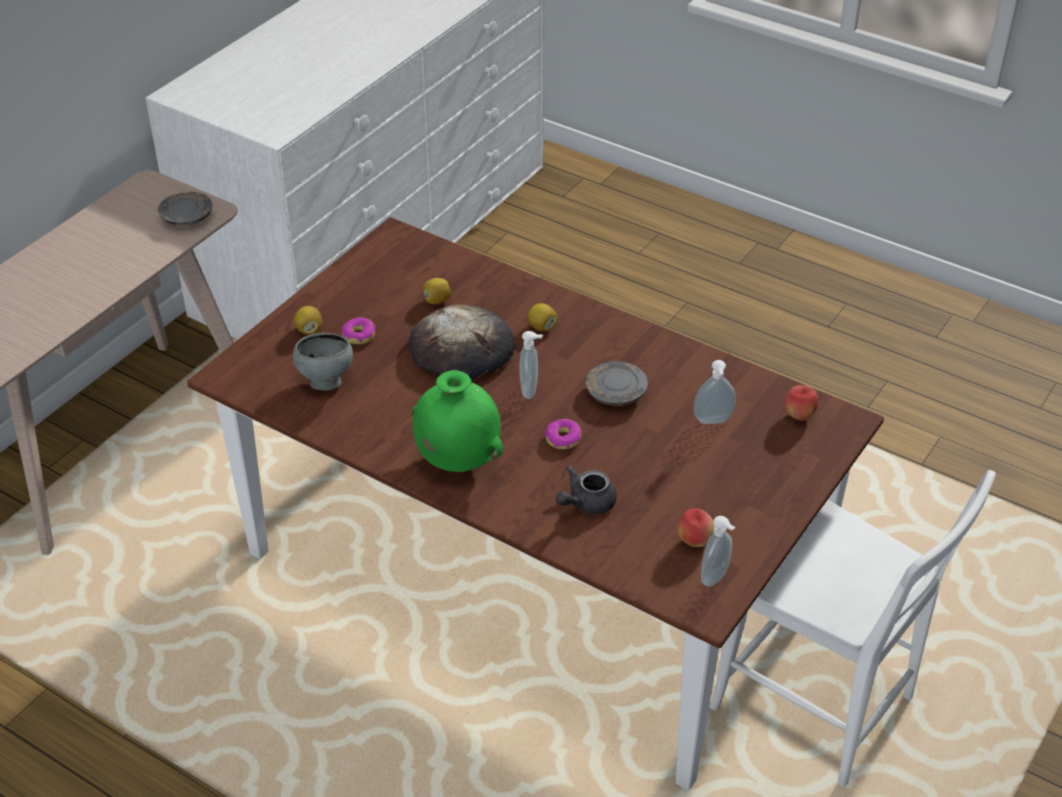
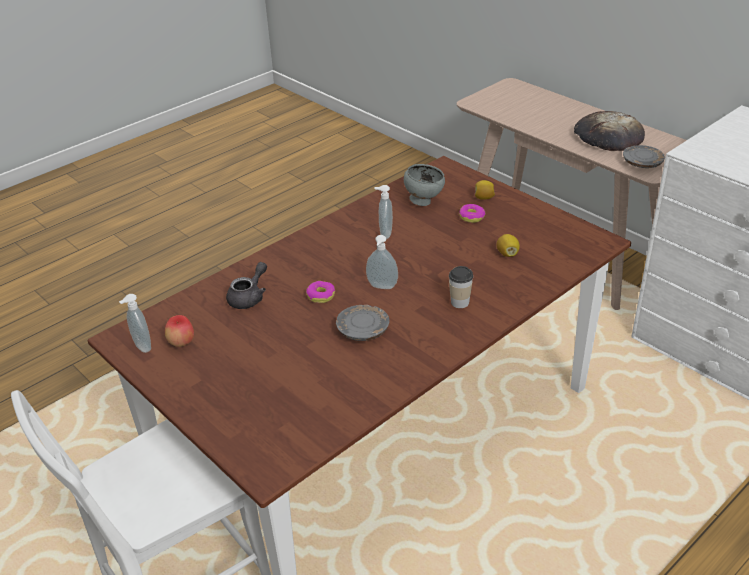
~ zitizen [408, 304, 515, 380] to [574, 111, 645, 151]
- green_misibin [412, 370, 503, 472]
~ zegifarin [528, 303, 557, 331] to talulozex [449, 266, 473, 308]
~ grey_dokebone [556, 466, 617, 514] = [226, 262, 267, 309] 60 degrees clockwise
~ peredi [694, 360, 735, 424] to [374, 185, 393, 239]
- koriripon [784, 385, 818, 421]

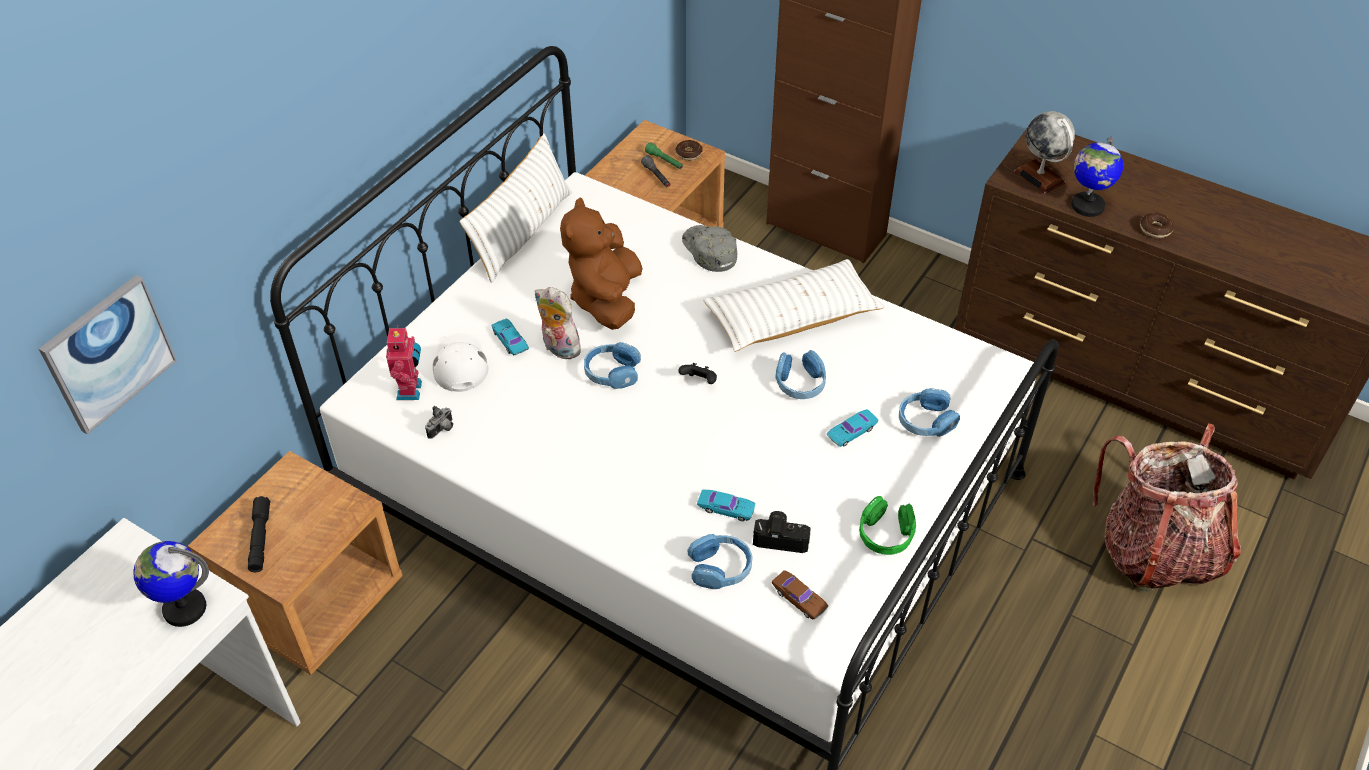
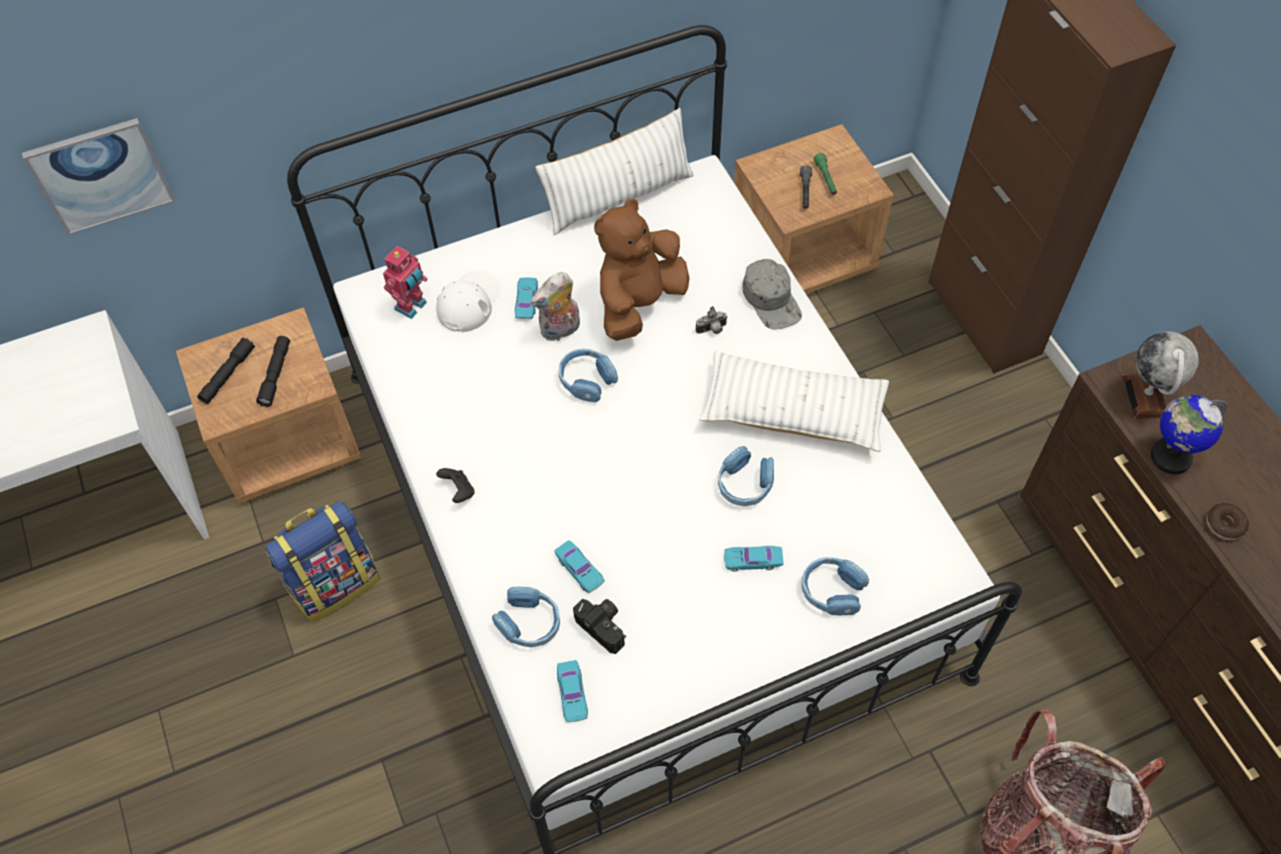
- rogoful [134, 541, 209, 627]
~ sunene [425, 406, 453, 439] to [696, 306, 728, 334]
~ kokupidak [535, 287, 581, 360] = [531, 272, 580, 341] 105 degrees counterclockwise
- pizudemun [676, 140, 703, 161]
~ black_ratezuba [678, 363, 717, 384] to [436, 468, 475, 503]
~ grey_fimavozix [682, 225, 737, 272] = [742, 259, 802, 330] 150 degrees clockwise
~ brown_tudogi [772, 570, 828, 619] to turquoise_tudogi [557, 660, 588, 722]
- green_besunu [859, 496, 916, 555]
+ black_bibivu [256, 336, 290, 407]
+ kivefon [266, 501, 380, 623]

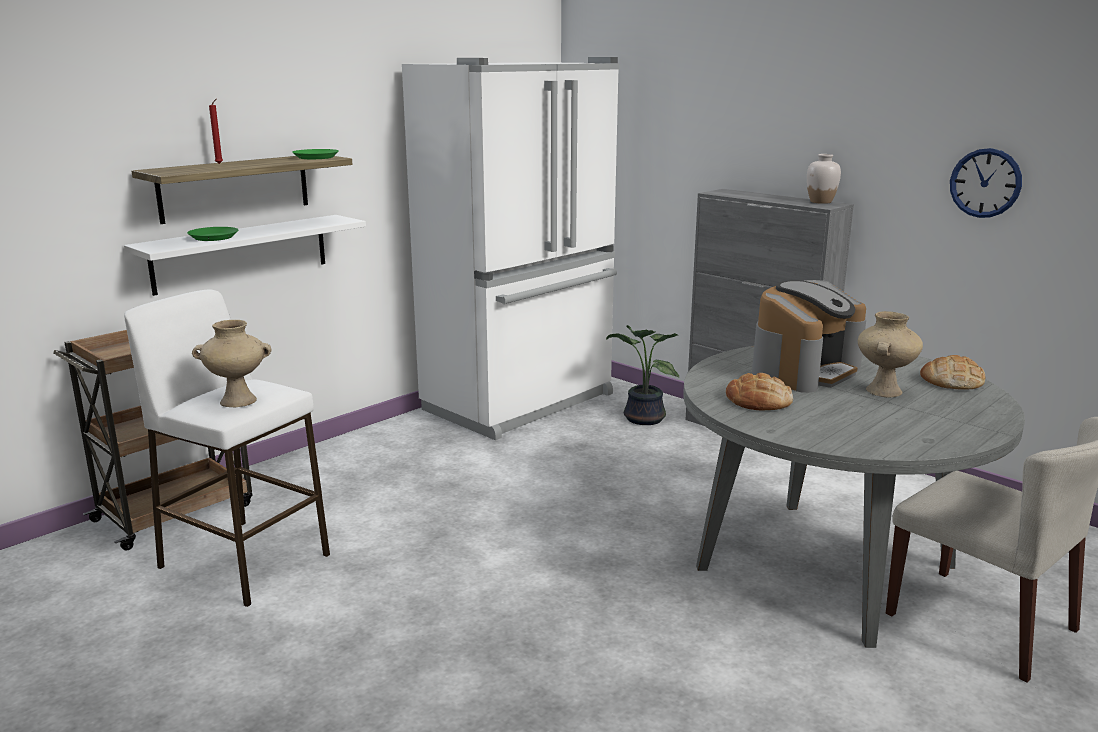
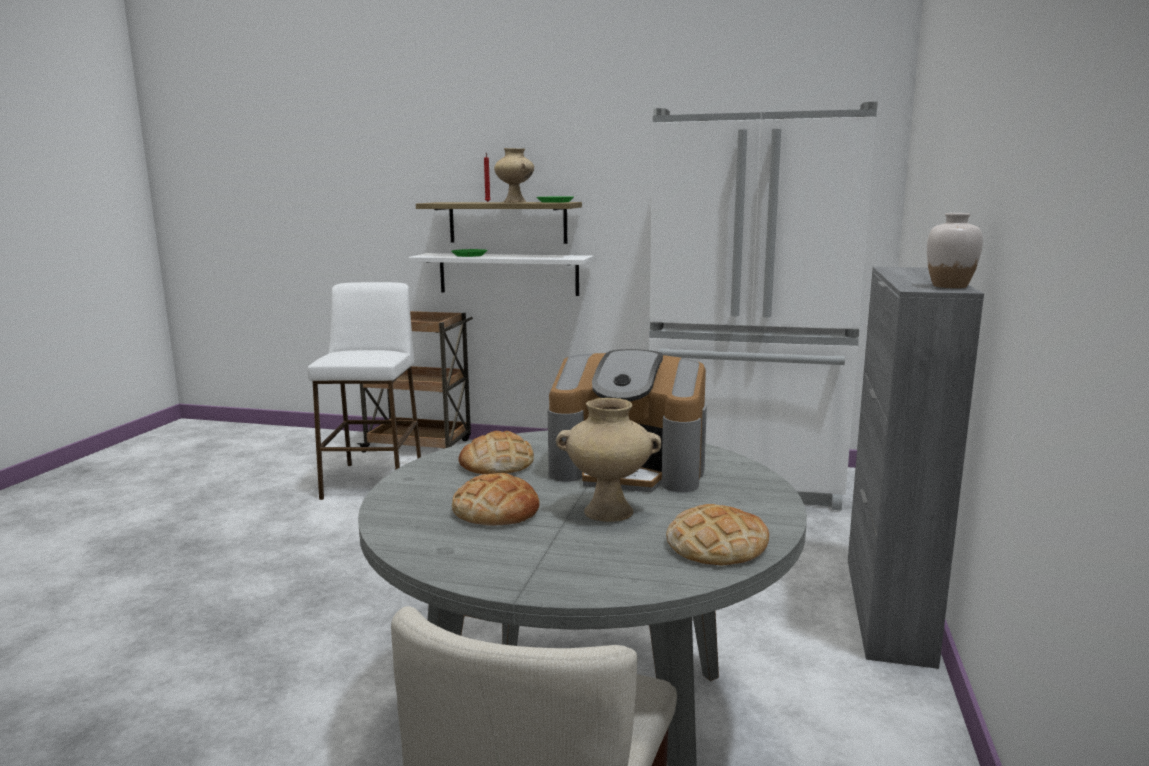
~ beige_misibin [192, 320, 271, 407] to [494, 148, 534, 202]
- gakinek [606, 325, 679, 425]
- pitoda [950, 148, 1022, 218]
+ zitizen [452, 473, 540, 526]

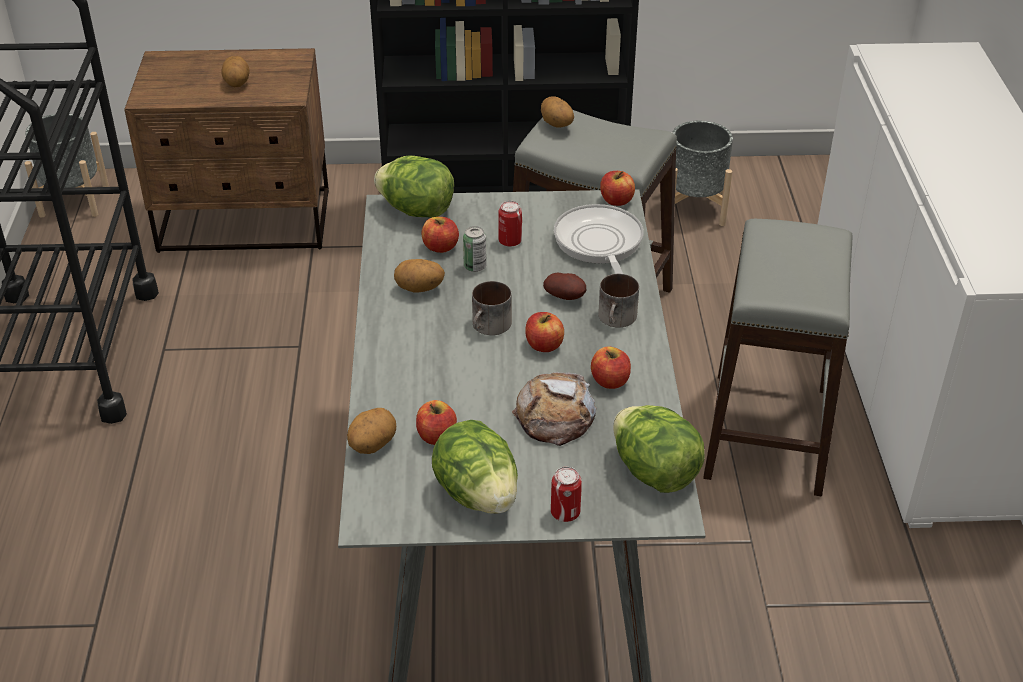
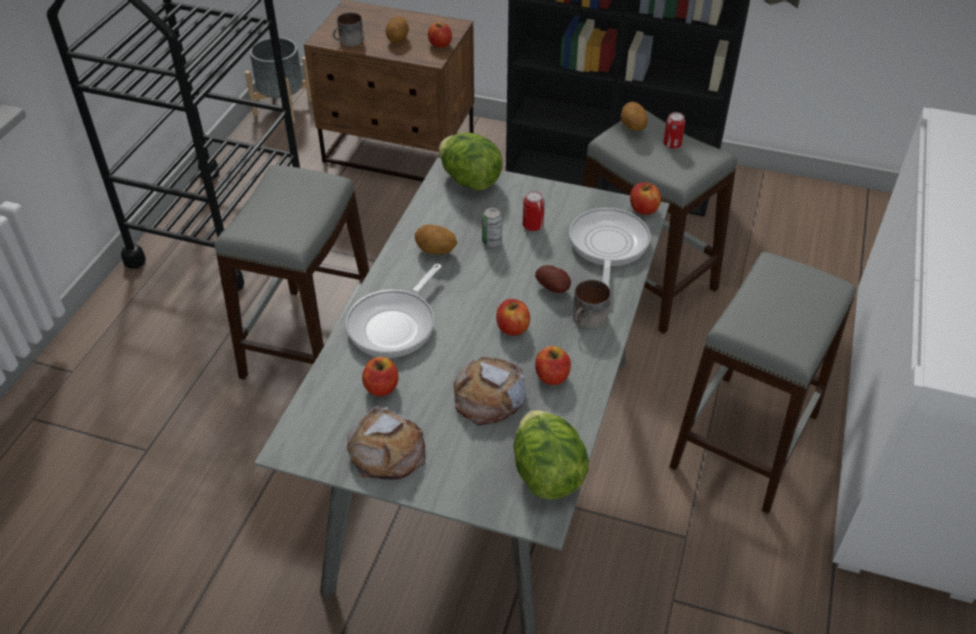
- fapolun [347, 408, 396, 454]
~ koriripon [422, 217, 459, 253] to [428, 23, 452, 48]
~ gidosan [432, 420, 518, 514] to zitizen [347, 406, 425, 480]
~ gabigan [472, 281, 512, 335] to [333, 13, 364, 46]
~ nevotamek [551, 467, 582, 522] to [663, 112, 685, 149]
- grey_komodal [672, 121, 733, 226]
+ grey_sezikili [214, 165, 369, 380]
+ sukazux [346, 264, 442, 358]

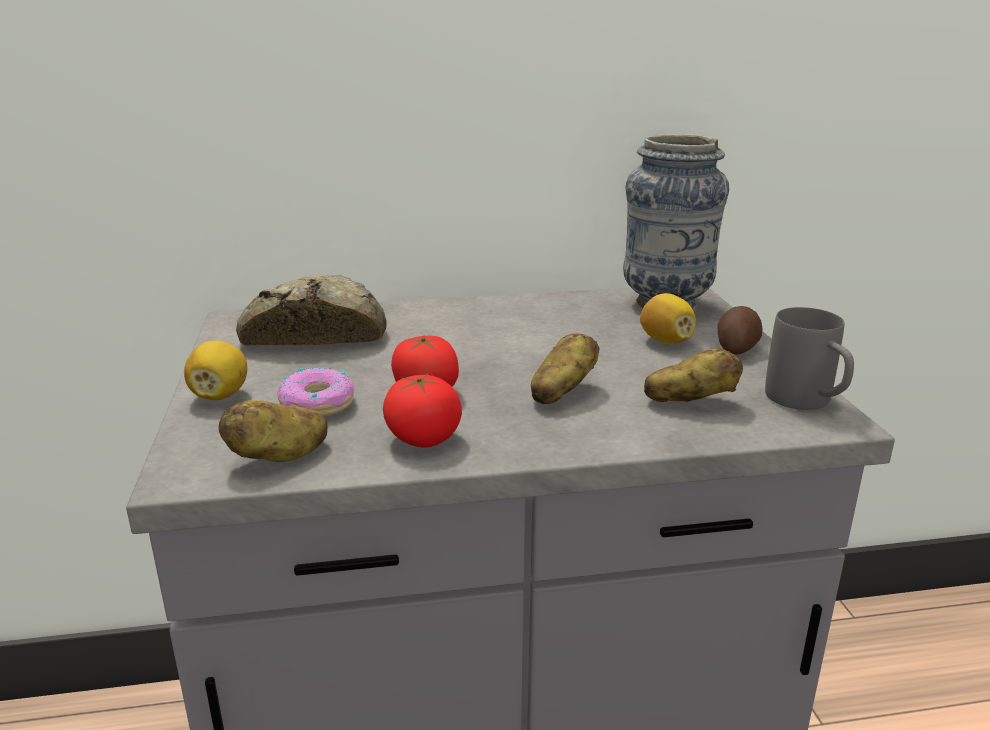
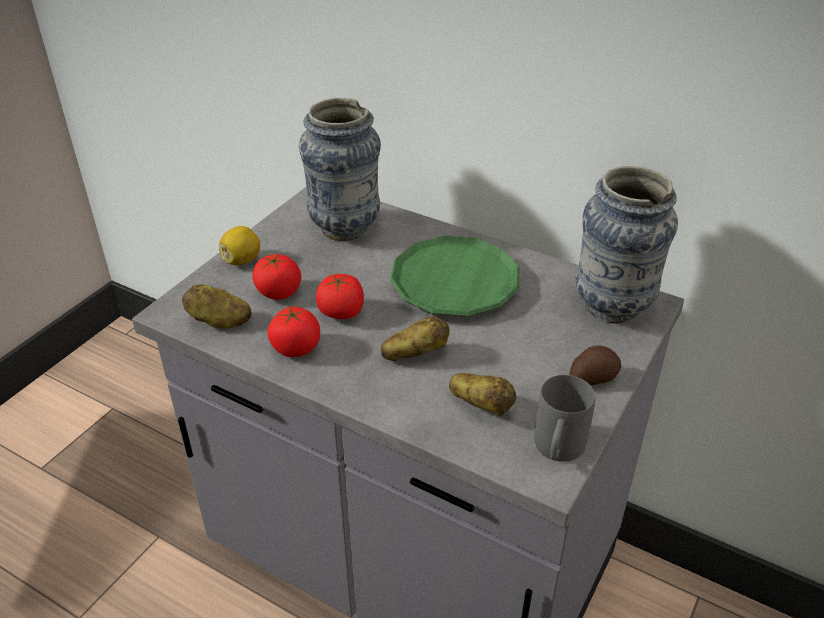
~ zitizen [236, 275, 387, 346] to misibin [299, 98, 381, 241]
~ pizudemun [277, 367, 354, 416] to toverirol [252, 254, 301, 300]
- zegifarin [640, 293, 696, 344]
+ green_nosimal [390, 236, 520, 317]

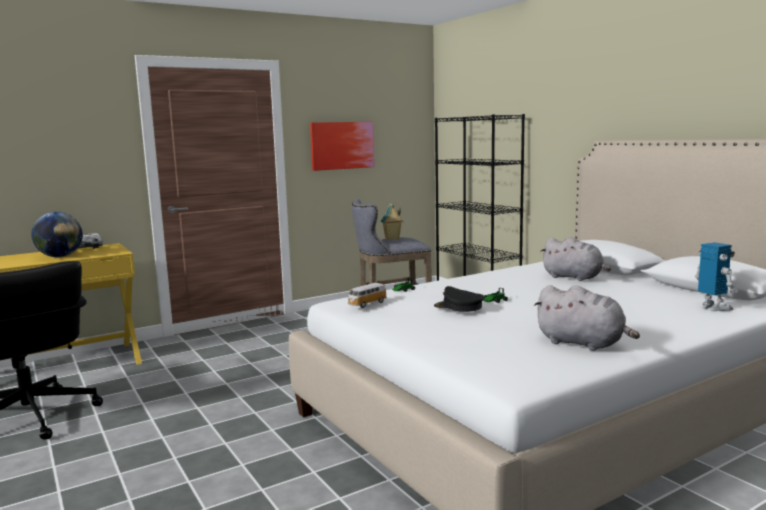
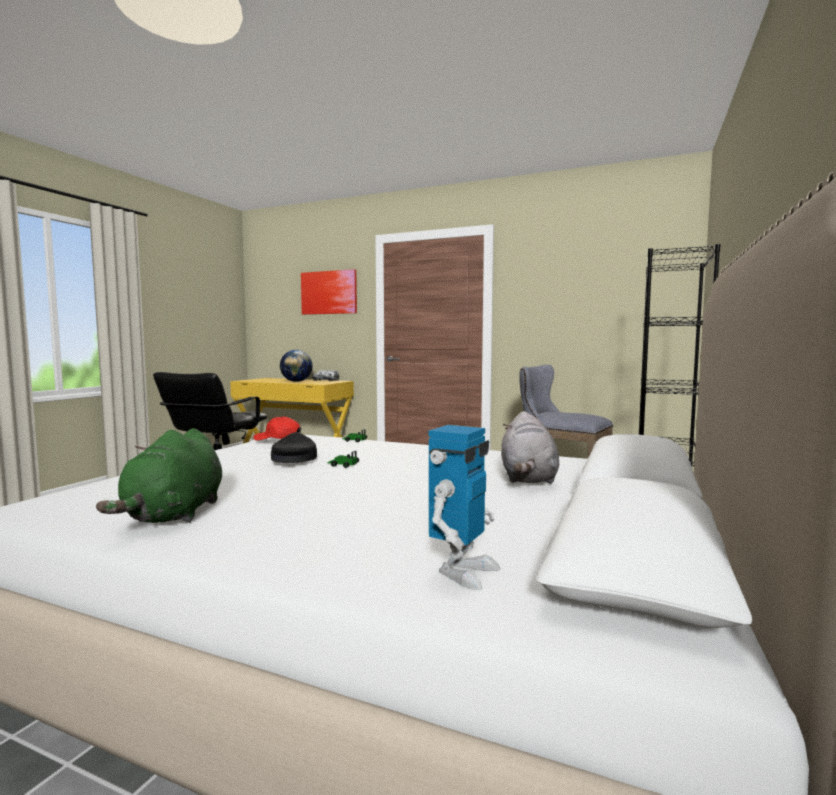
~ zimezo [310, 122, 374, 171] to [301, 269, 357, 315]
~ tudogi [348, 283, 387, 308] to red_fimavozix [253, 416, 301, 441]
- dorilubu [381, 203, 403, 240]
~ grey_kokupidak [534, 285, 640, 351] to green_kokupidak [96, 428, 222, 523]

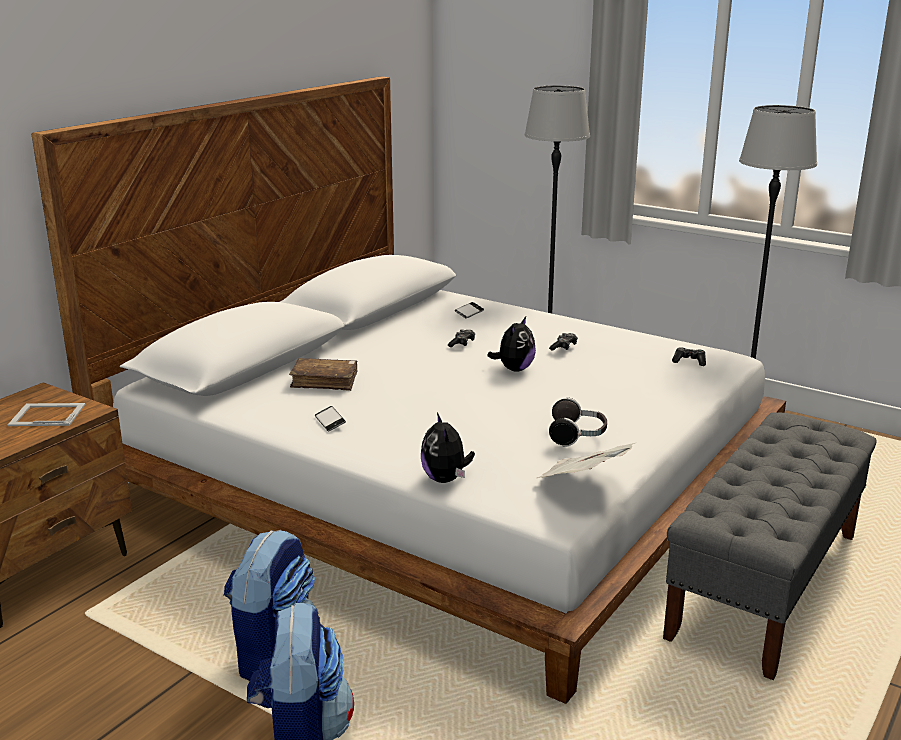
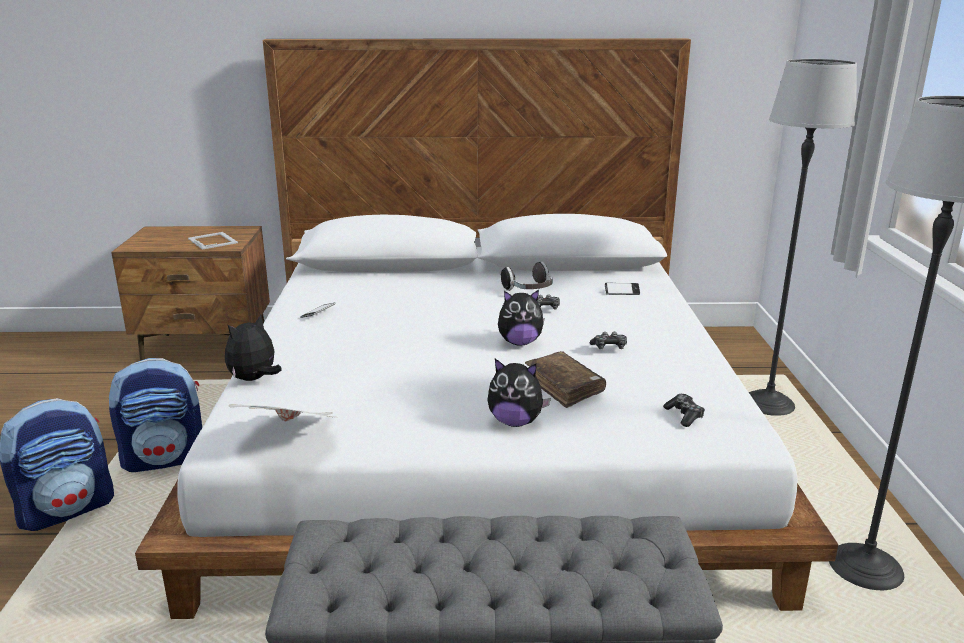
~ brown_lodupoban [289, 358, 358, 391] to [525, 351, 606, 408]
~ besunu [549, 397, 607, 447] to [501, 261, 553, 291]
+ kokupidak [488, 359, 551, 427]

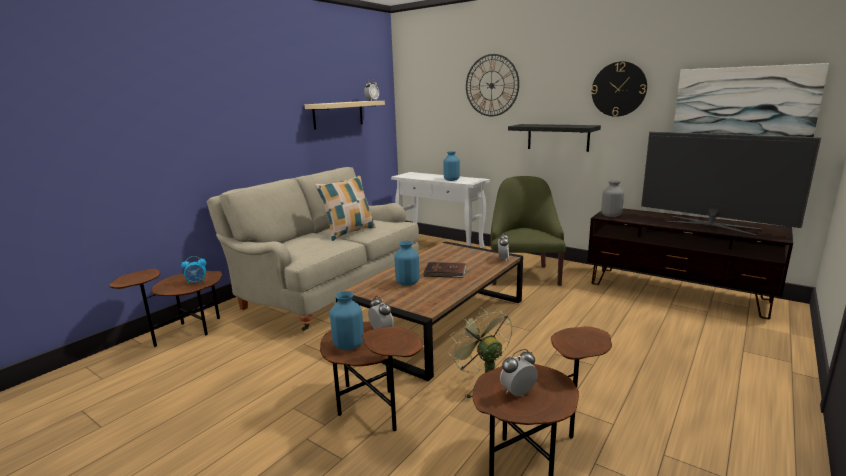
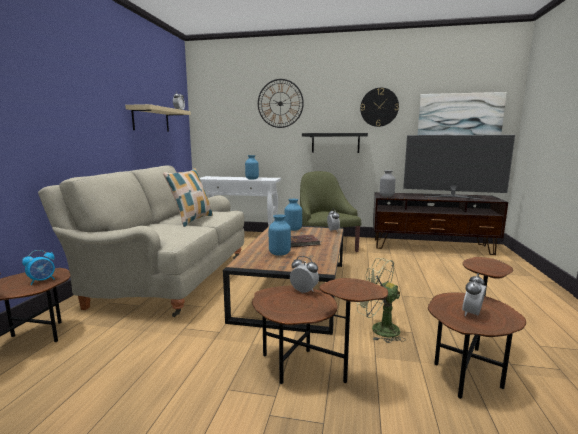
~ blue_misibin [330, 291, 364, 351] to [285, 199, 302, 231]

